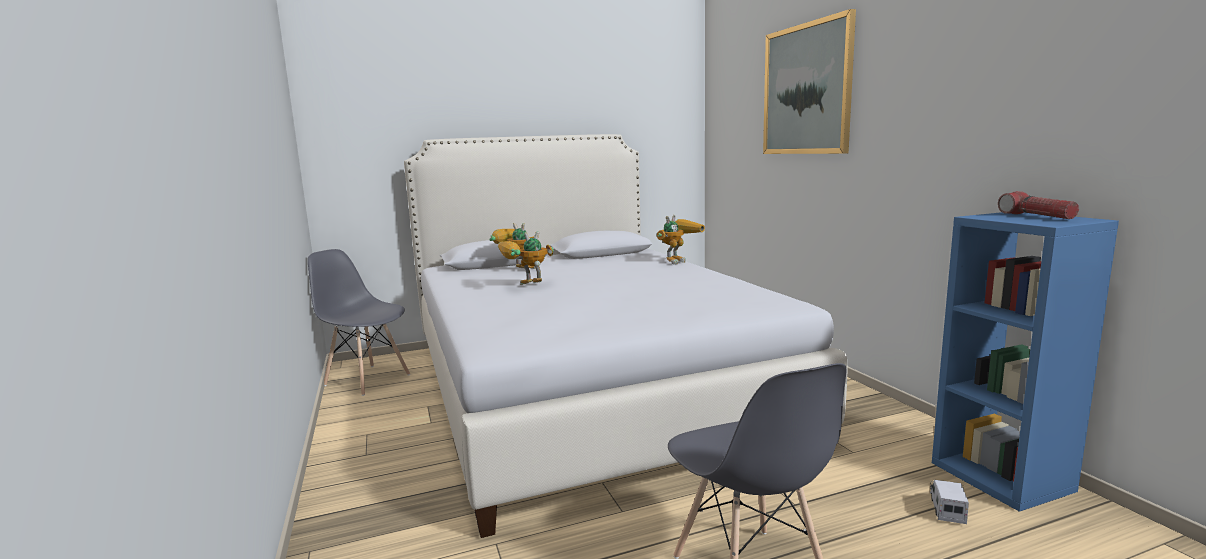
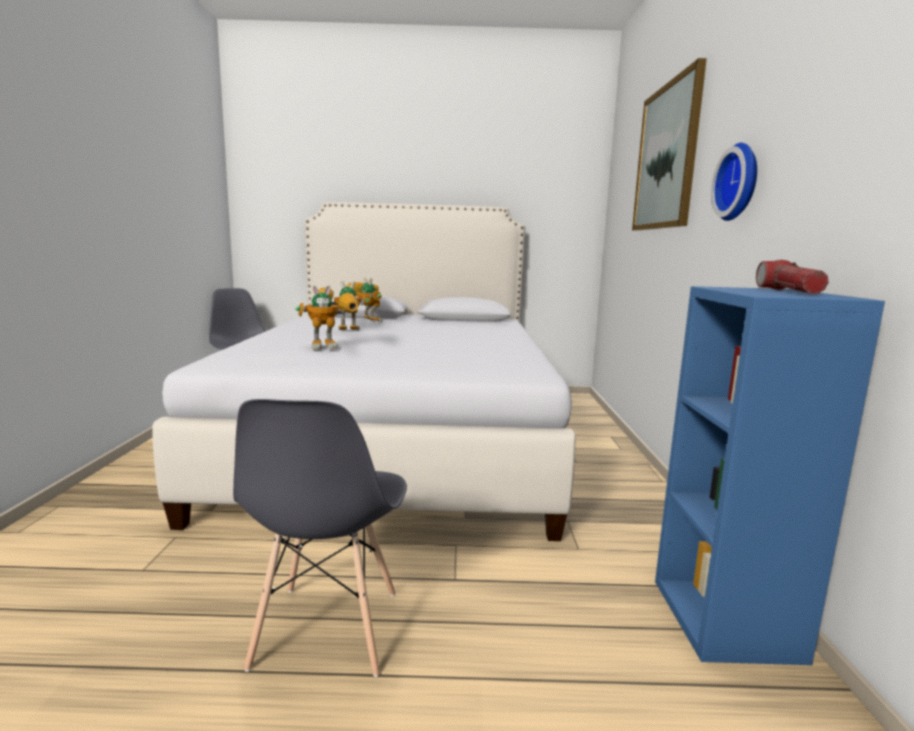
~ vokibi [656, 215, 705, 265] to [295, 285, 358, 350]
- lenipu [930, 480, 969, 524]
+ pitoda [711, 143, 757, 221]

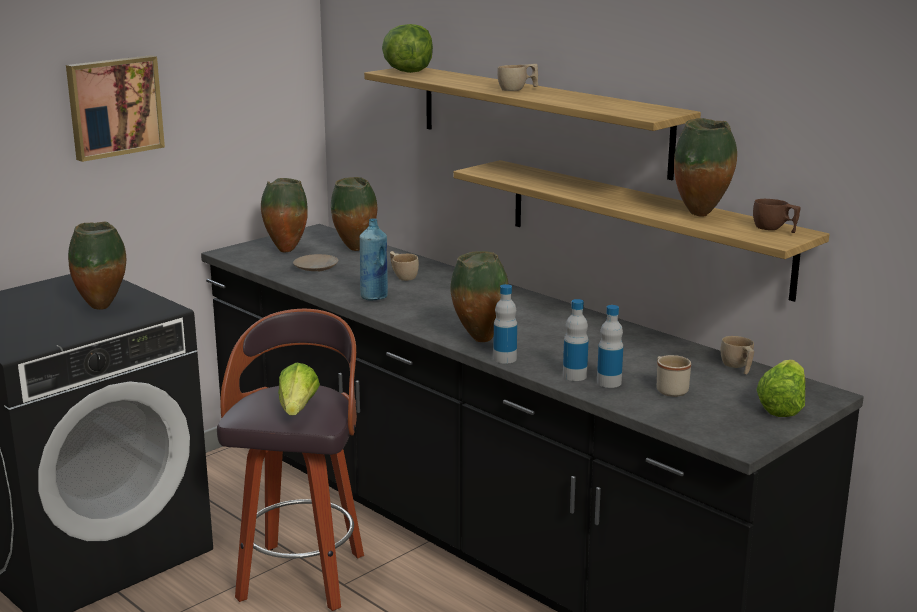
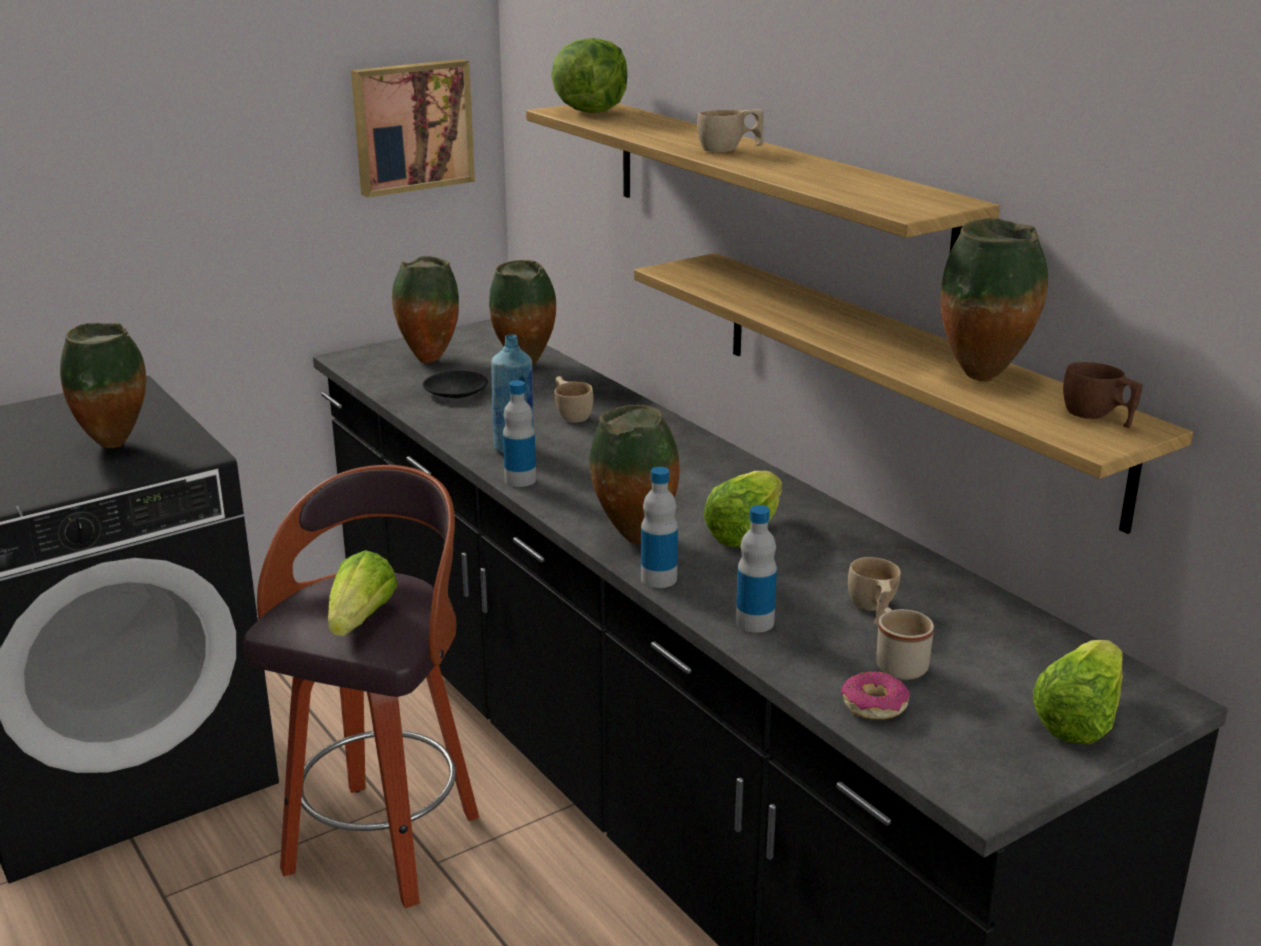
~ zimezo [66, 55, 165, 162] to [351, 59, 475, 198]
~ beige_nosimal [293, 254, 338, 271] to black_nosimal [423, 371, 488, 398]
~ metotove [597, 305, 623, 388] to [503, 380, 536, 487]
~ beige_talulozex [721, 336, 754, 375] to [848, 557, 901, 626]
+ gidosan [703, 471, 782, 547]
+ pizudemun [841, 671, 910, 719]

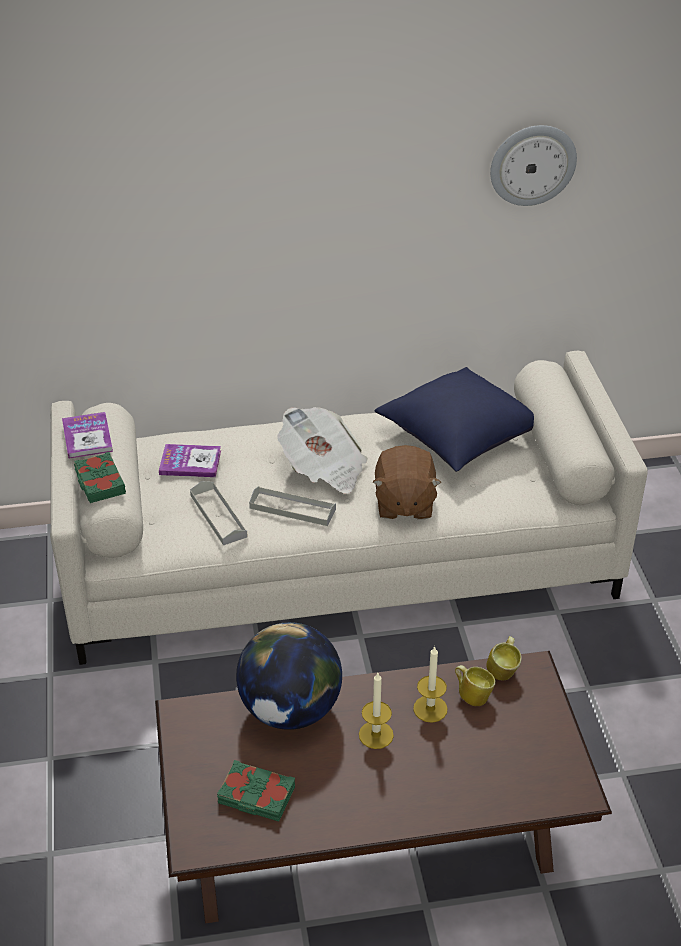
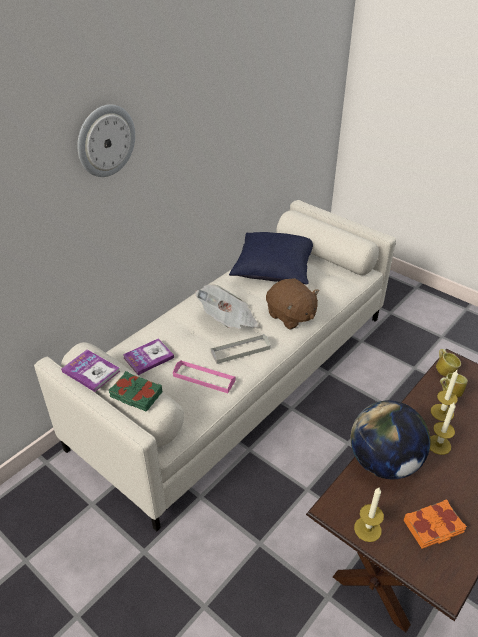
~ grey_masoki [190, 481, 248, 546] to pink_masoki [173, 360, 235, 393]
~ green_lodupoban [217, 760, 295, 821] to orange_lodupoban [403, 499, 467, 549]
~ pitoda [490, 125, 577, 206] to [77, 104, 135, 177]
+ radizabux [354, 488, 384, 542]

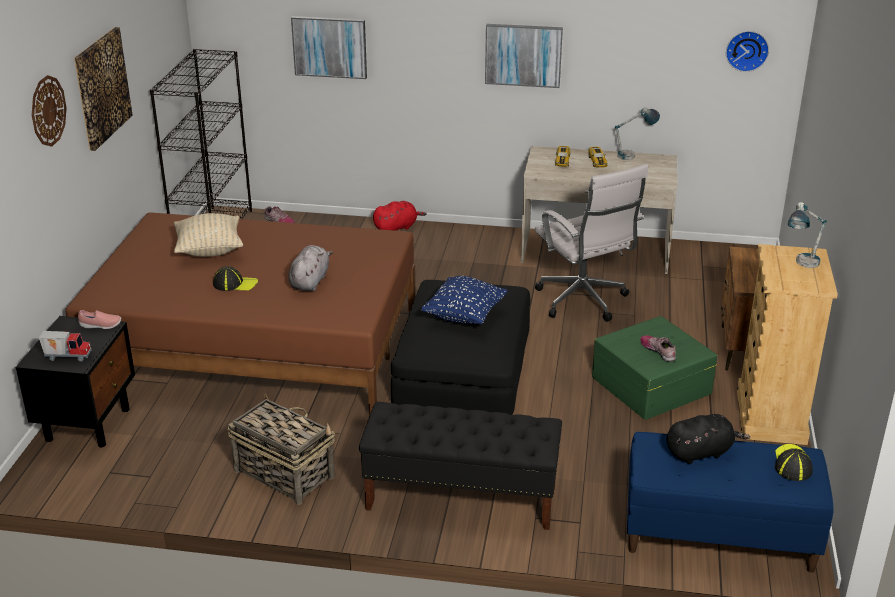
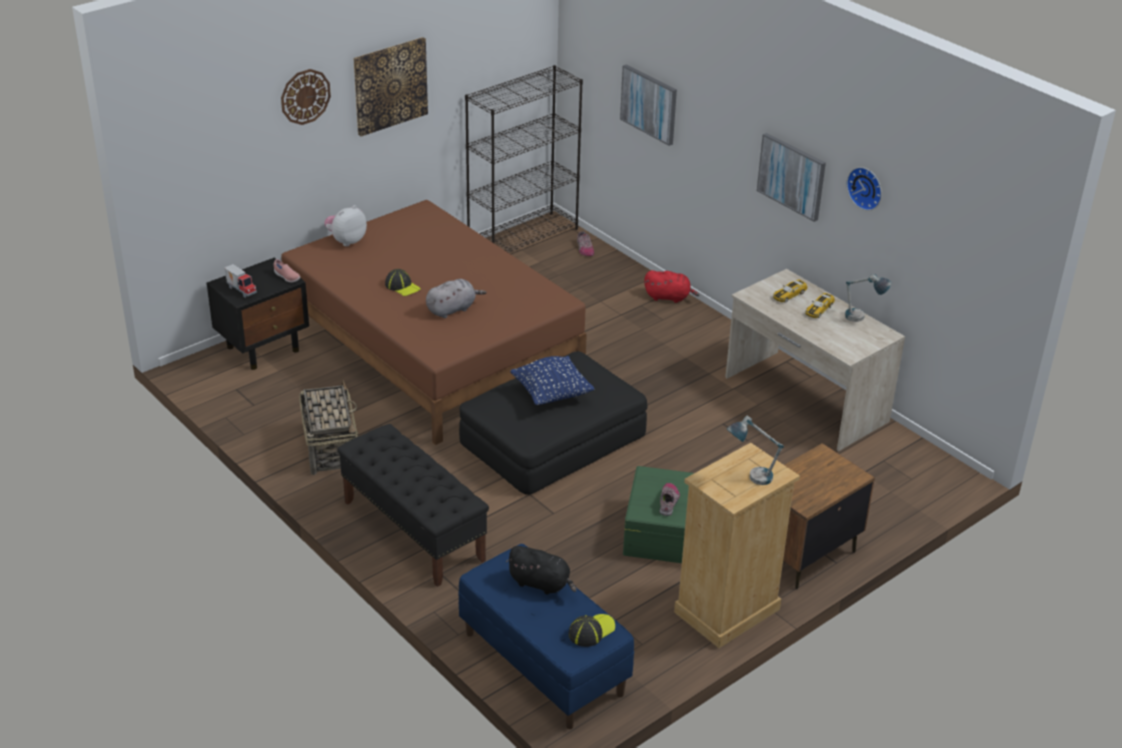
- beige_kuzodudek [174, 213, 243, 257]
- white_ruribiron [535, 164, 648, 322]
~ pitoda [726, 31, 769, 72] to [847, 167, 882, 211]
+ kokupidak [324, 205, 367, 247]

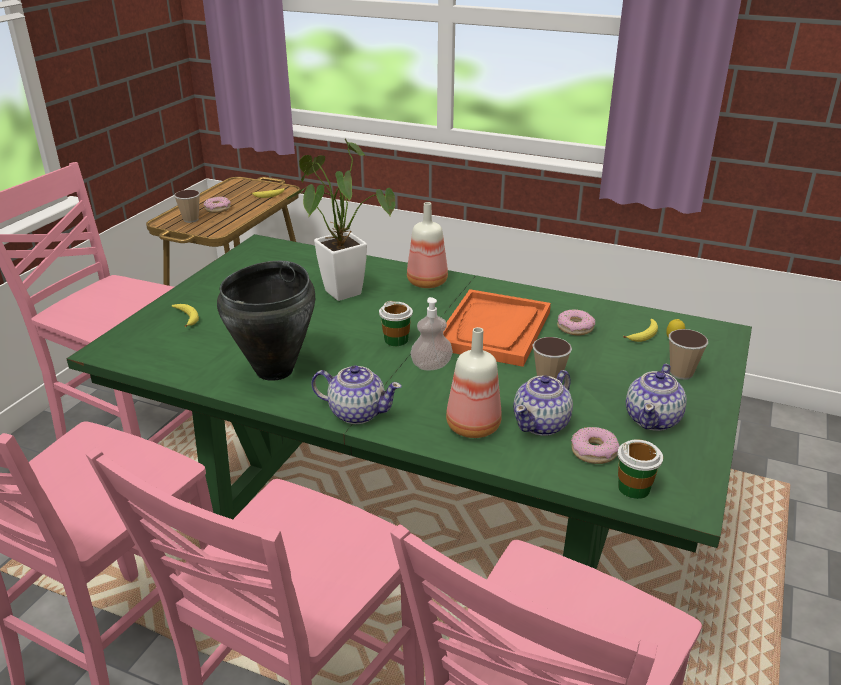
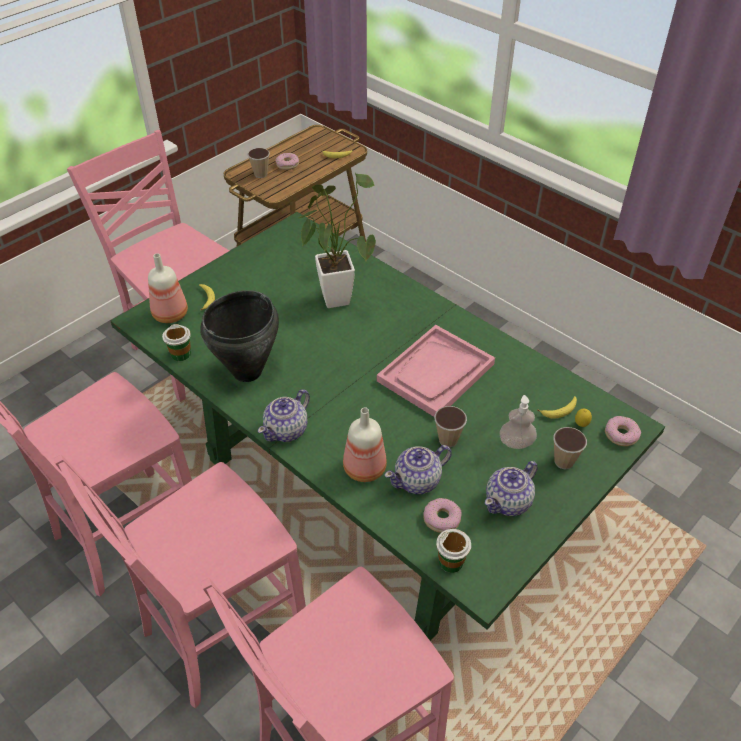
~ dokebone [311, 366, 402, 424] = [258, 389, 310, 442] 90 degrees clockwise
~ talulozex [379, 301, 413, 346] to [162, 324, 191, 361]
~ metotove [407, 202, 448, 288] to [148, 253, 188, 323]
~ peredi [410, 297, 453, 370] to [499, 395, 537, 449]
~ orange_masoki [443, 289, 551, 367] to pink_masoki [377, 325, 495, 417]
~ pizudemun [557, 309, 595, 335] to [605, 416, 641, 446]

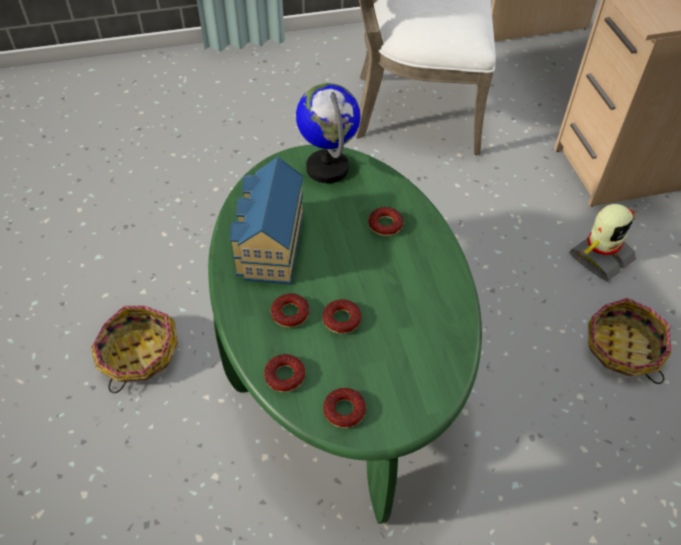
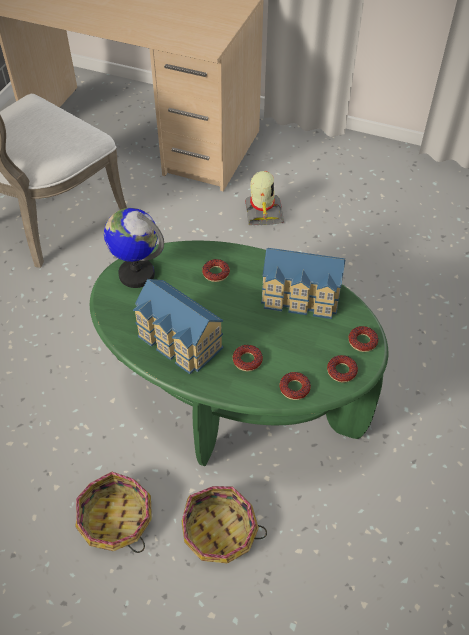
~ pizudemun [323, 299, 361, 334] to [348, 326, 378, 352]
~ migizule [588, 298, 671, 384] to [181, 486, 267, 564]
+ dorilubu [261, 248, 345, 319]

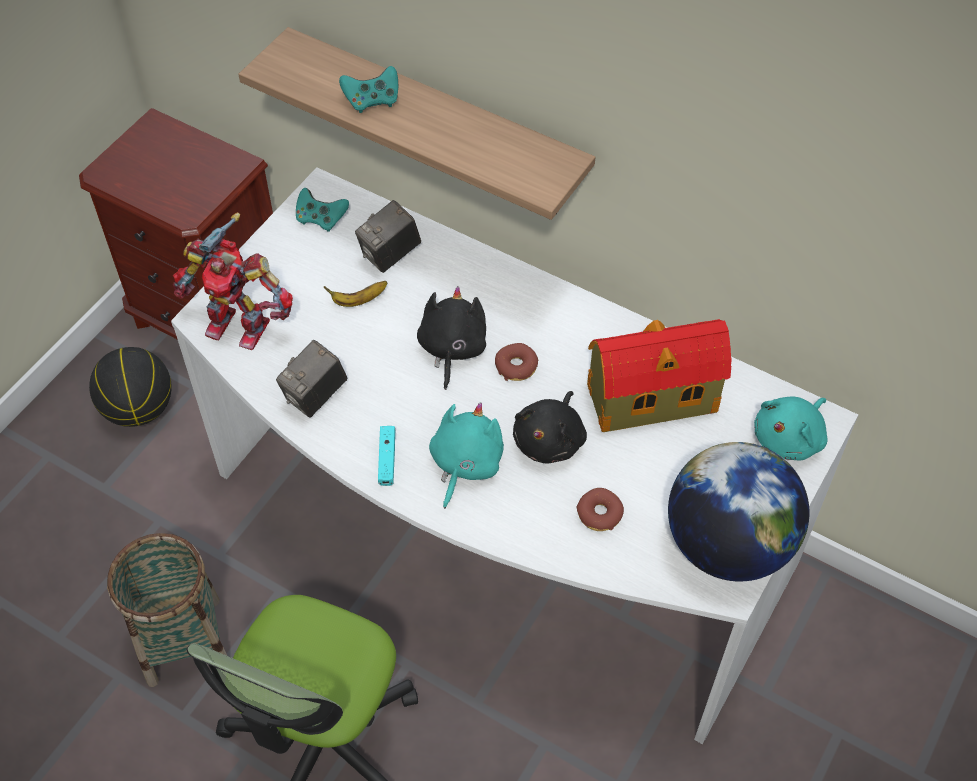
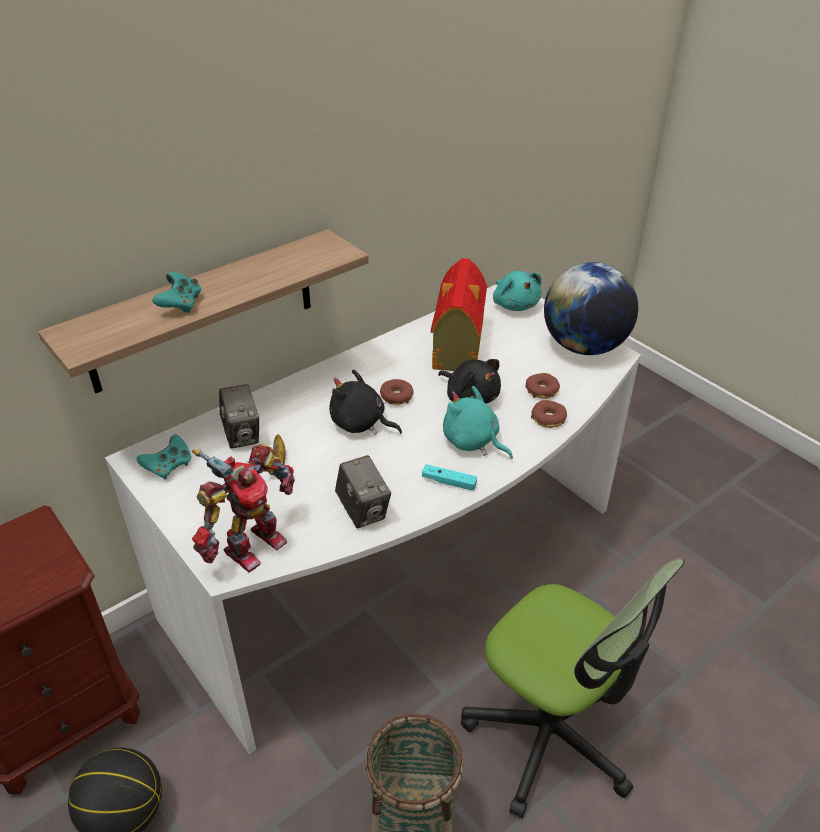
+ pizudemun [531, 400, 567, 428]

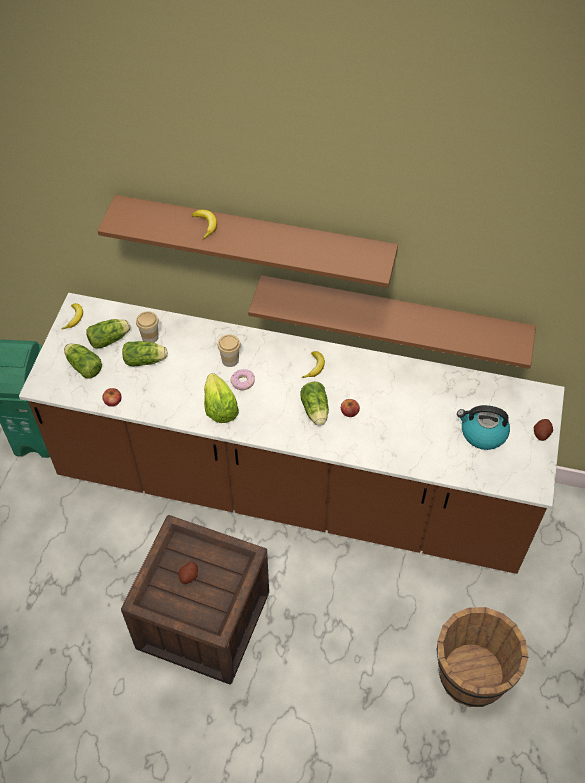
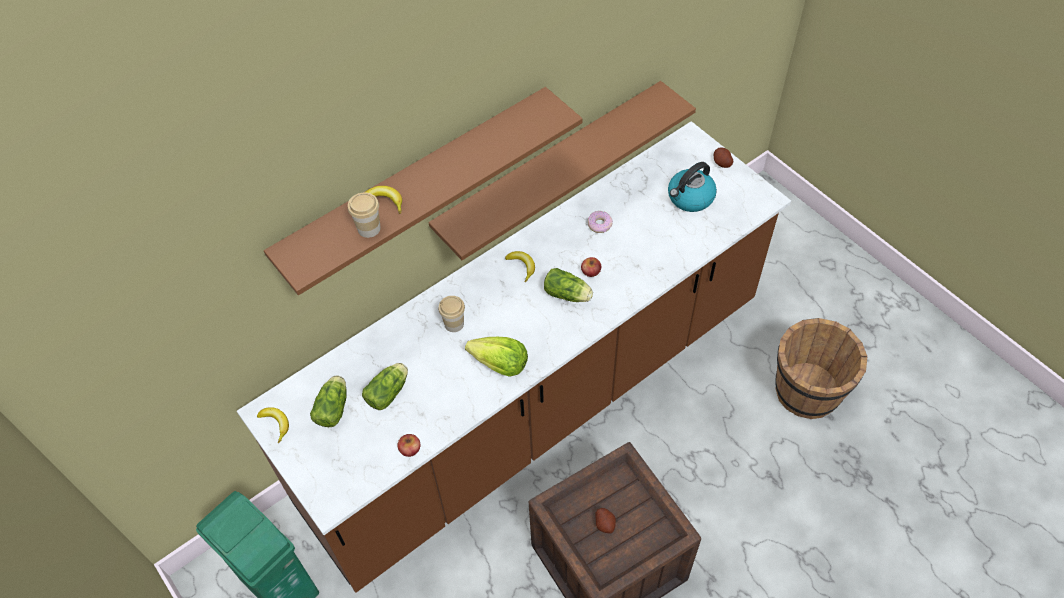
- gidosan [64, 343, 102, 379]
~ talulozex [136, 311, 159, 343] to [348, 192, 381, 238]
~ pizudemun [231, 369, 255, 390] to [588, 211, 613, 233]

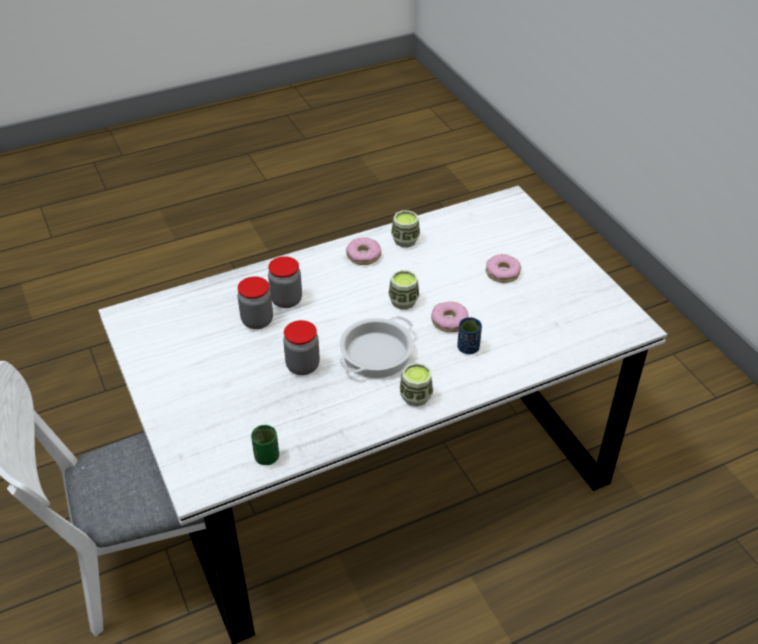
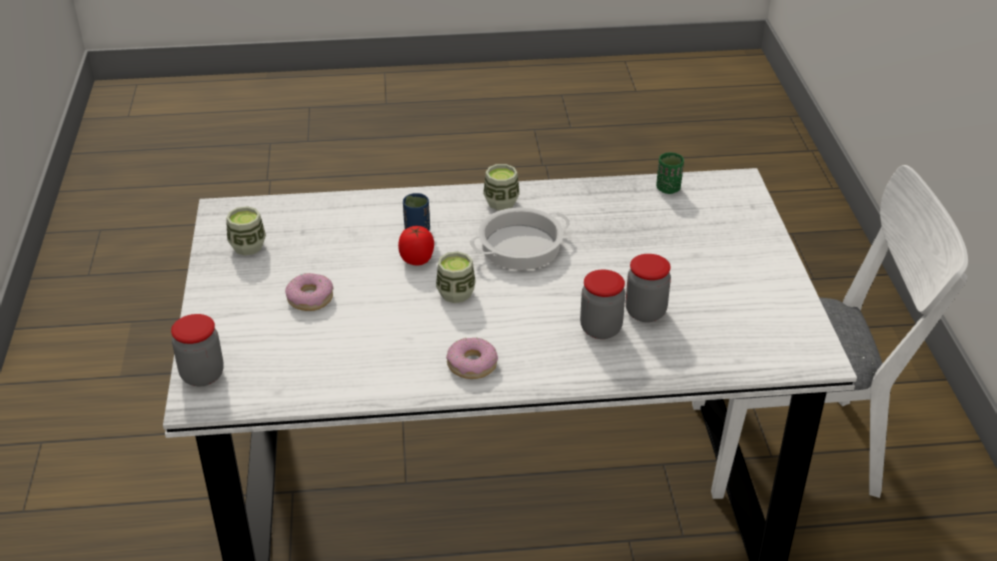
~ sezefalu [283, 320, 320, 375] to [171, 314, 224, 386]
~ talulozex [391, 210, 420, 247] to [226, 206, 266, 256]
~ pizudemun [431, 302, 468, 332] to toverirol [398, 226, 434, 266]

